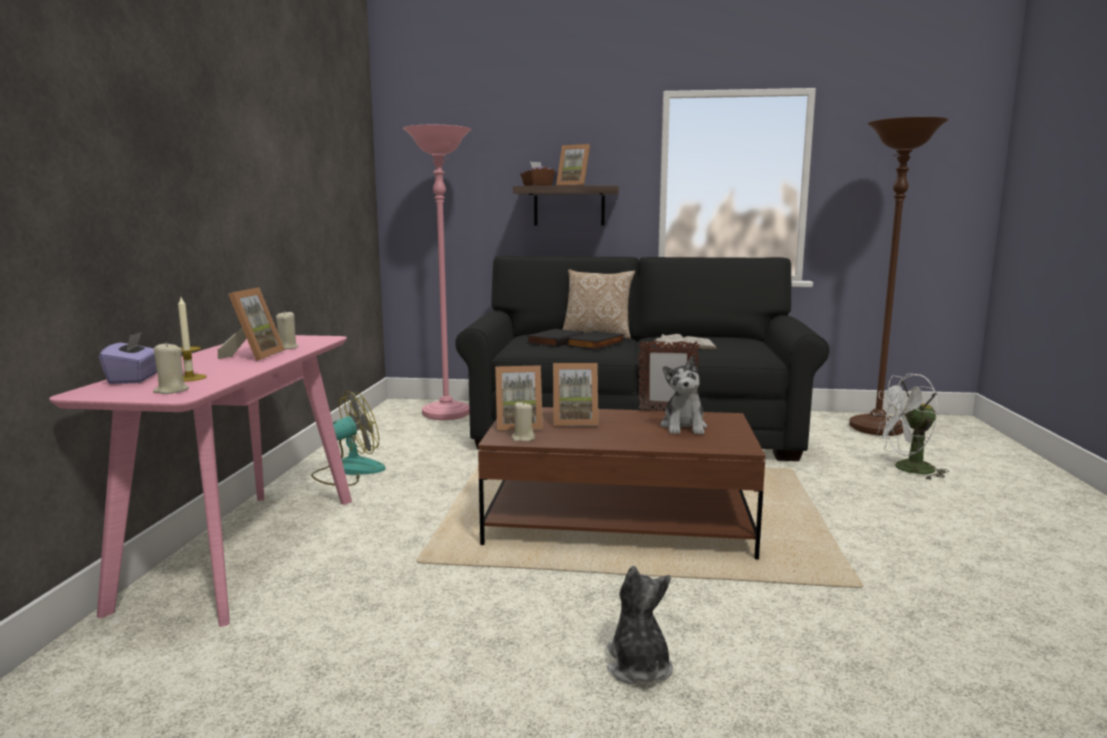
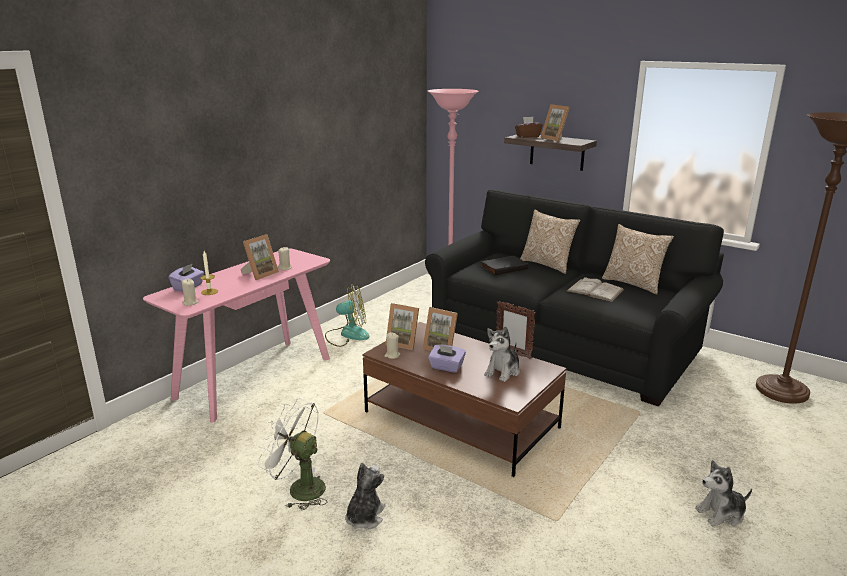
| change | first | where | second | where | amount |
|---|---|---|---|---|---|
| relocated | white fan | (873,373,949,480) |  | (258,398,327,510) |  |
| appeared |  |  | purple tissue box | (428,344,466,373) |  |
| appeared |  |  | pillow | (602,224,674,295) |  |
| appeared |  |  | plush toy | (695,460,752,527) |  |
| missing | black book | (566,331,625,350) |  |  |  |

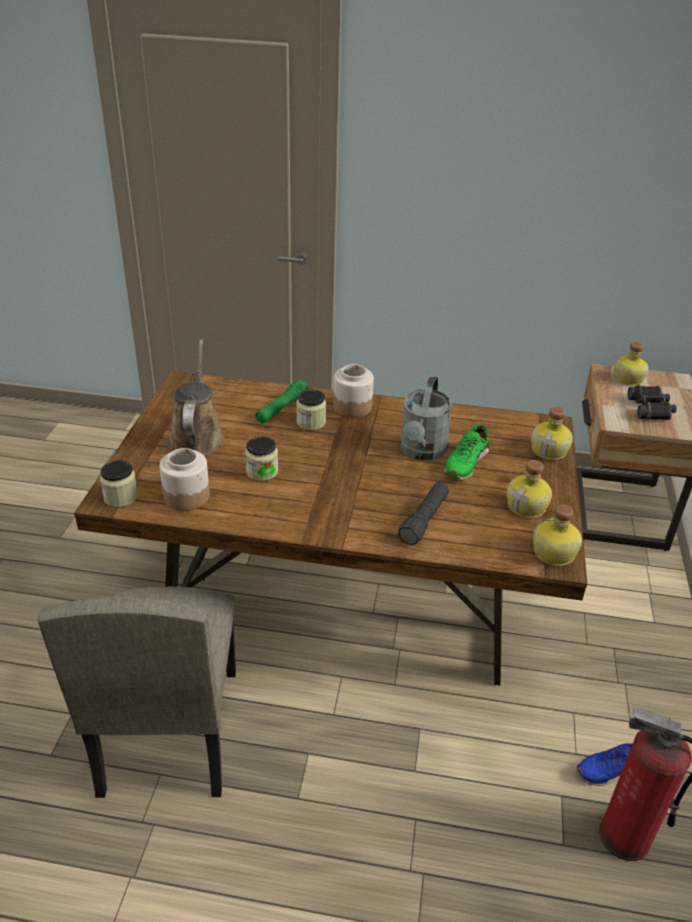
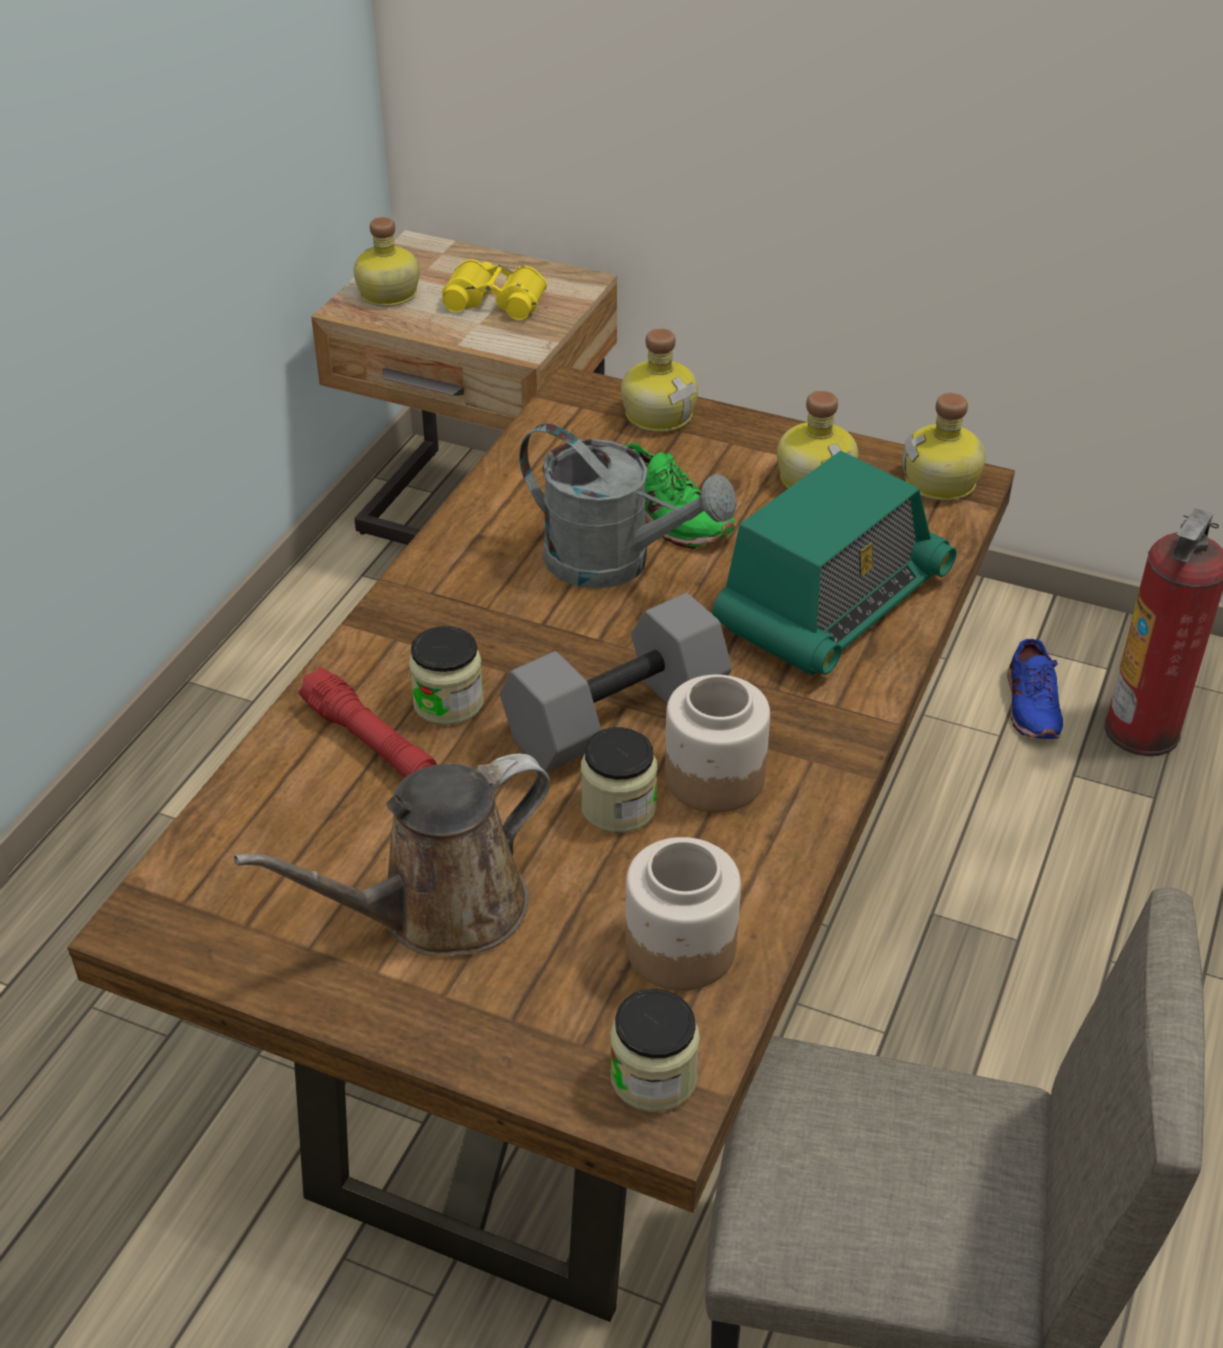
| change | first | where | second | where | amount |
|---|---|---|---|---|---|
| spun | brown watering can | (168,339,225,456) |  | (234,754,550,956) | 45 degrees counterclockwise |
| colour | green flashlight | (255,380,309,424) | red flashlight | (298,667,437,778) |  |
| colour | black binoculars | (627,385,677,420) | yellow binoculars | (442,259,547,320) |  |
| appeared |  |  | grey dumbbell | (500,593,732,773) |  |
| relocated | jar | (333,364,374,418) |  | (665,675,770,813) |  |
| exchanged | black flashlight | (398,482,449,545) | radio | (712,451,956,675) |  |

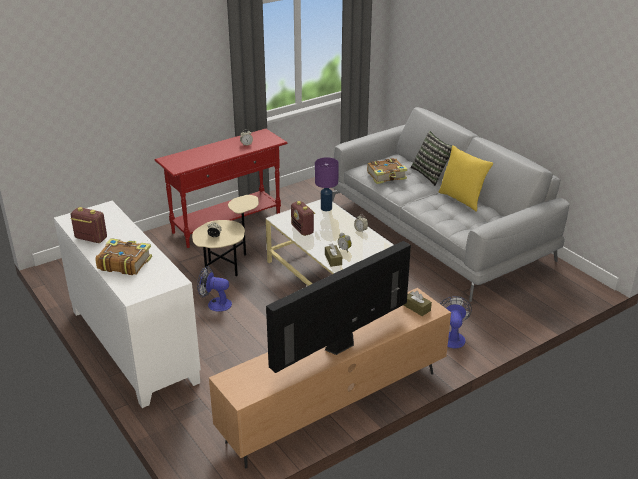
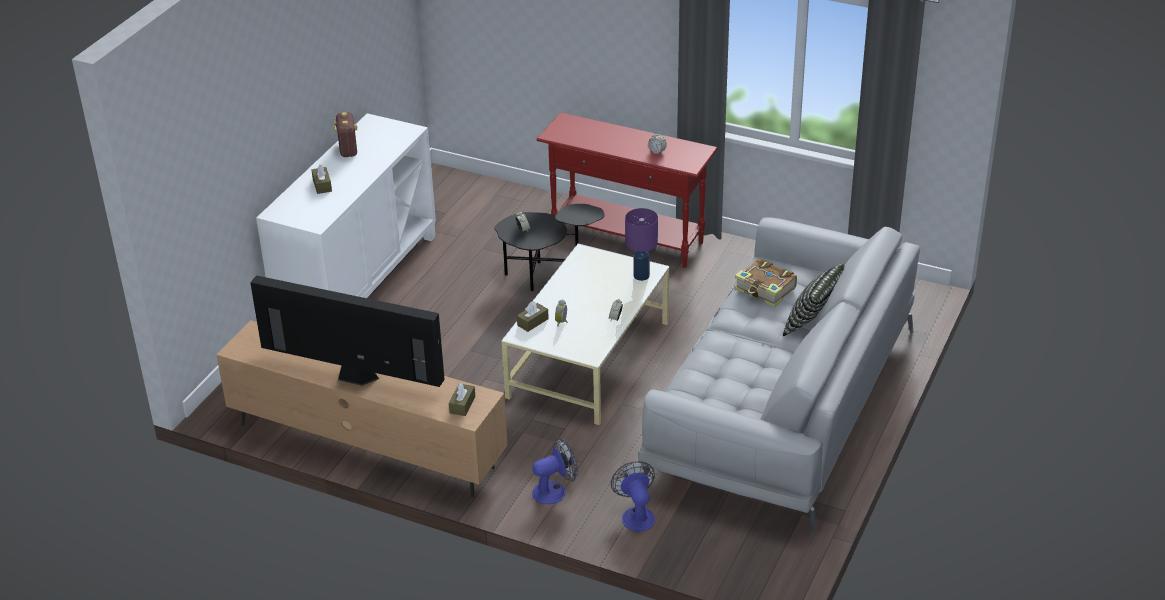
| change | first | where | second | where | amount |
|---|---|---|---|---|---|
| exchanged | book | (95,238,152,275) | brown tissue box | (312,164,332,194) |  |
| colour | beige side table | (192,195,259,276) | black side table | (494,204,605,291) |  |
| relocated | fan | (197,266,232,312) |  | (611,461,655,532) |  |
| missing | radio | (291,201,315,236) |  |  |  |
| missing | yellow pillow | (438,145,493,212) |  |  |  |

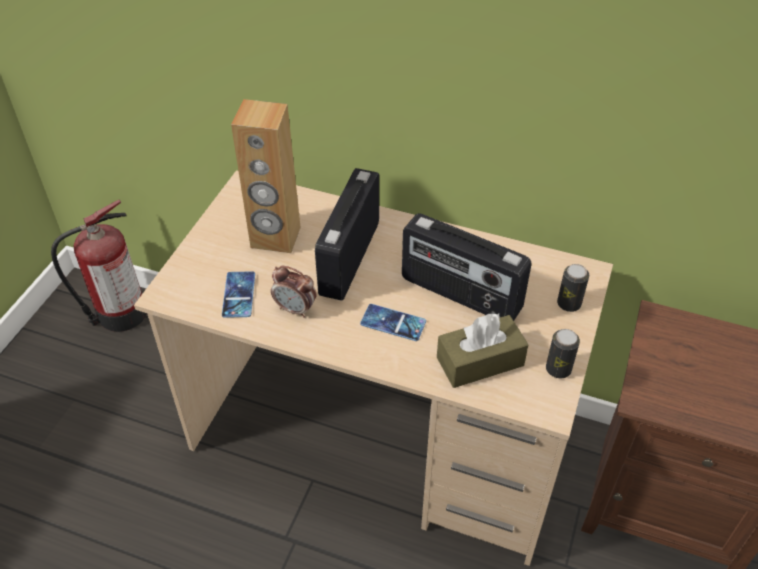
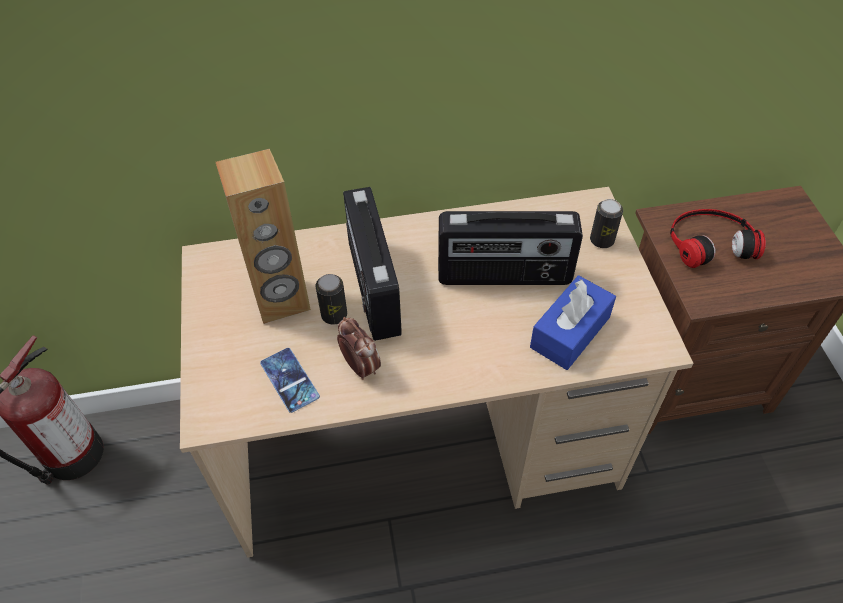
| change | first | where | second | where | amount |
|---|---|---|---|---|---|
| relocated | can | (546,329,580,378) |  | (316,274,347,325) |  |
| spun | alarm clock | (271,266,316,318) |  | (337,317,381,380) | 120 degrees counterclockwise |
| colour | brown tissue box | (437,313,529,388) | blue tissue box | (530,275,616,370) |  |
| appeared |  |  | headphones | (670,209,766,268) |  |
| missing | phone | (360,304,426,341) |  |  |  |

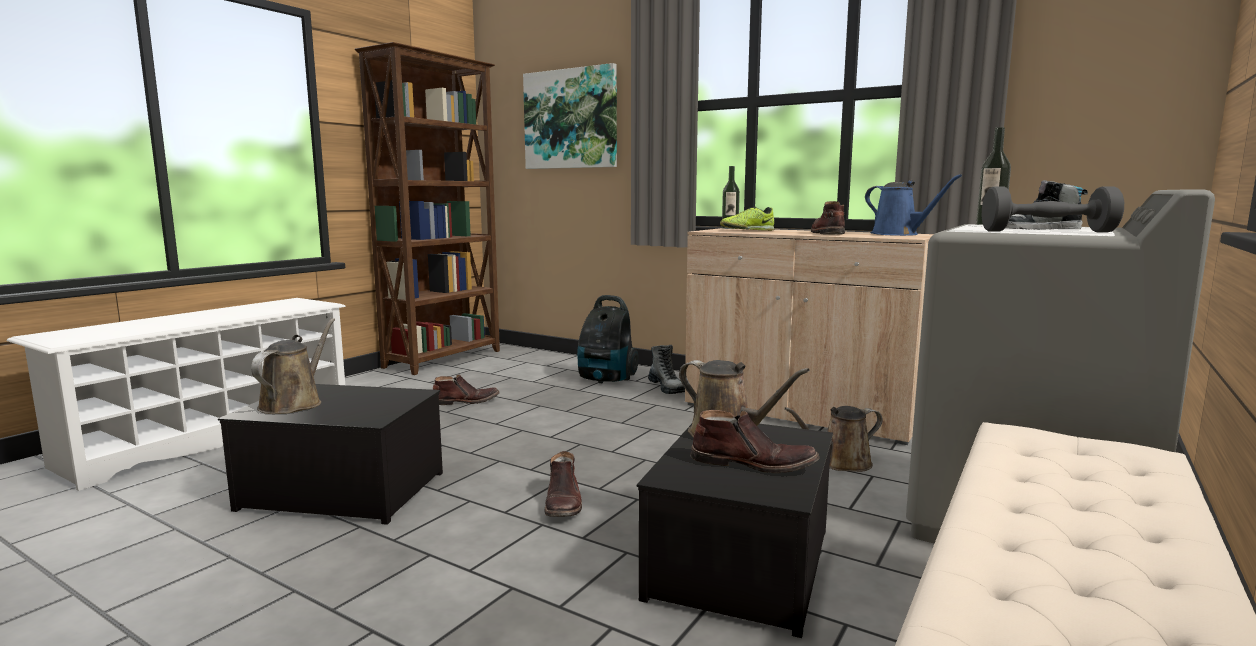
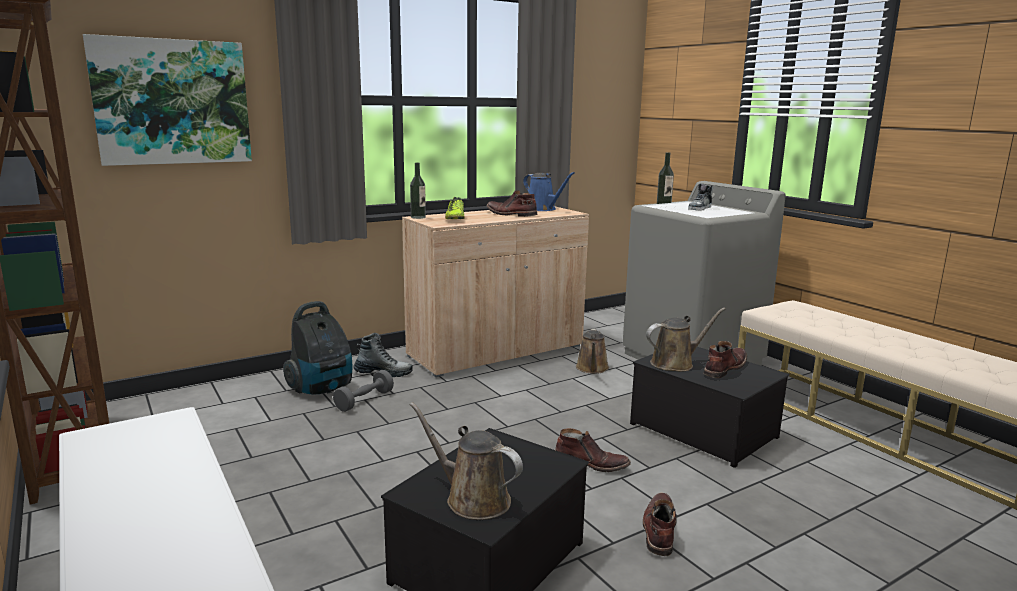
| change | first | where | second | where | amount |
|---|---|---|---|---|---|
| relocated | grey dumbbell | (982,186,1124,232) |  | (333,370,394,412) |  |
| spun | blue watering can | (865,174,962,236) |  | (523,172,575,211) | 60 degrees clockwise |
| relocated | brown boot | (433,374,500,405) |  | (643,493,677,556) |  |

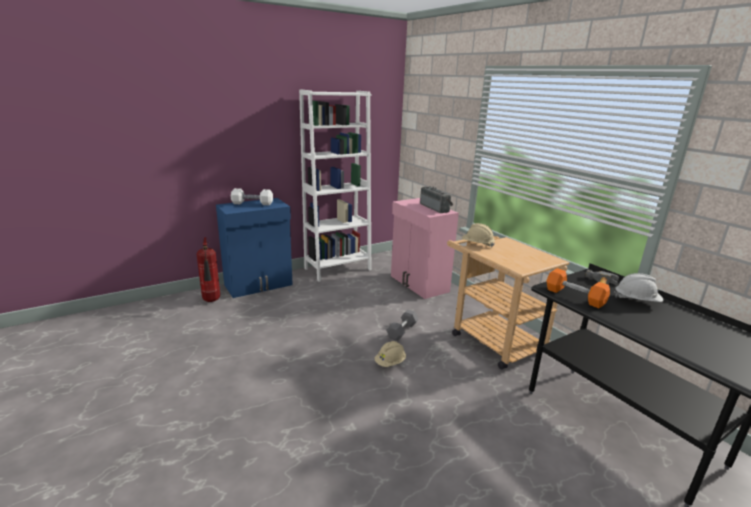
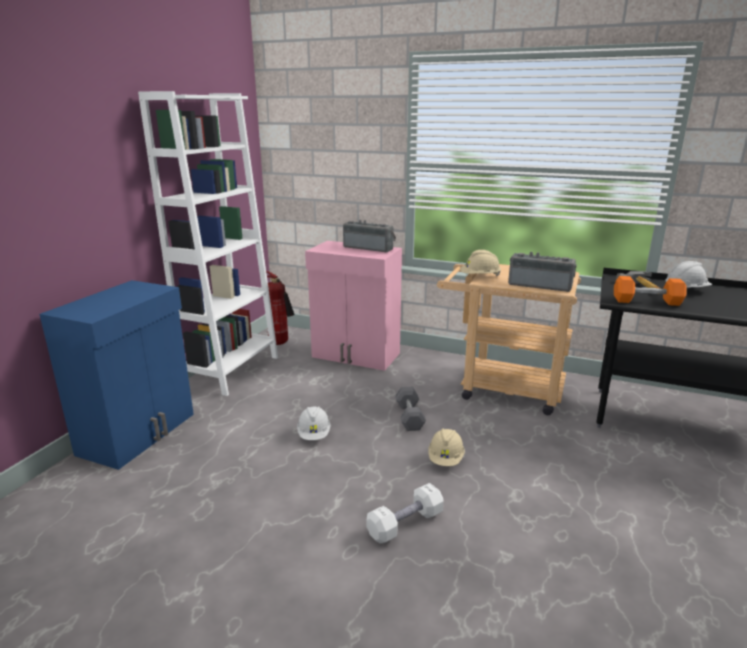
| change | first | where | second | where | amount |
|---|---|---|---|---|---|
| relocated | fire extinguisher | (197,237,220,302) |  | (266,271,295,345) |  |
| appeared |  |  | white hard hat | (297,406,331,440) |  |
| relocated | white dumbbell | (231,188,273,205) |  | (367,483,443,544) |  |
| appeared |  |  | radio | (508,252,577,292) |  |

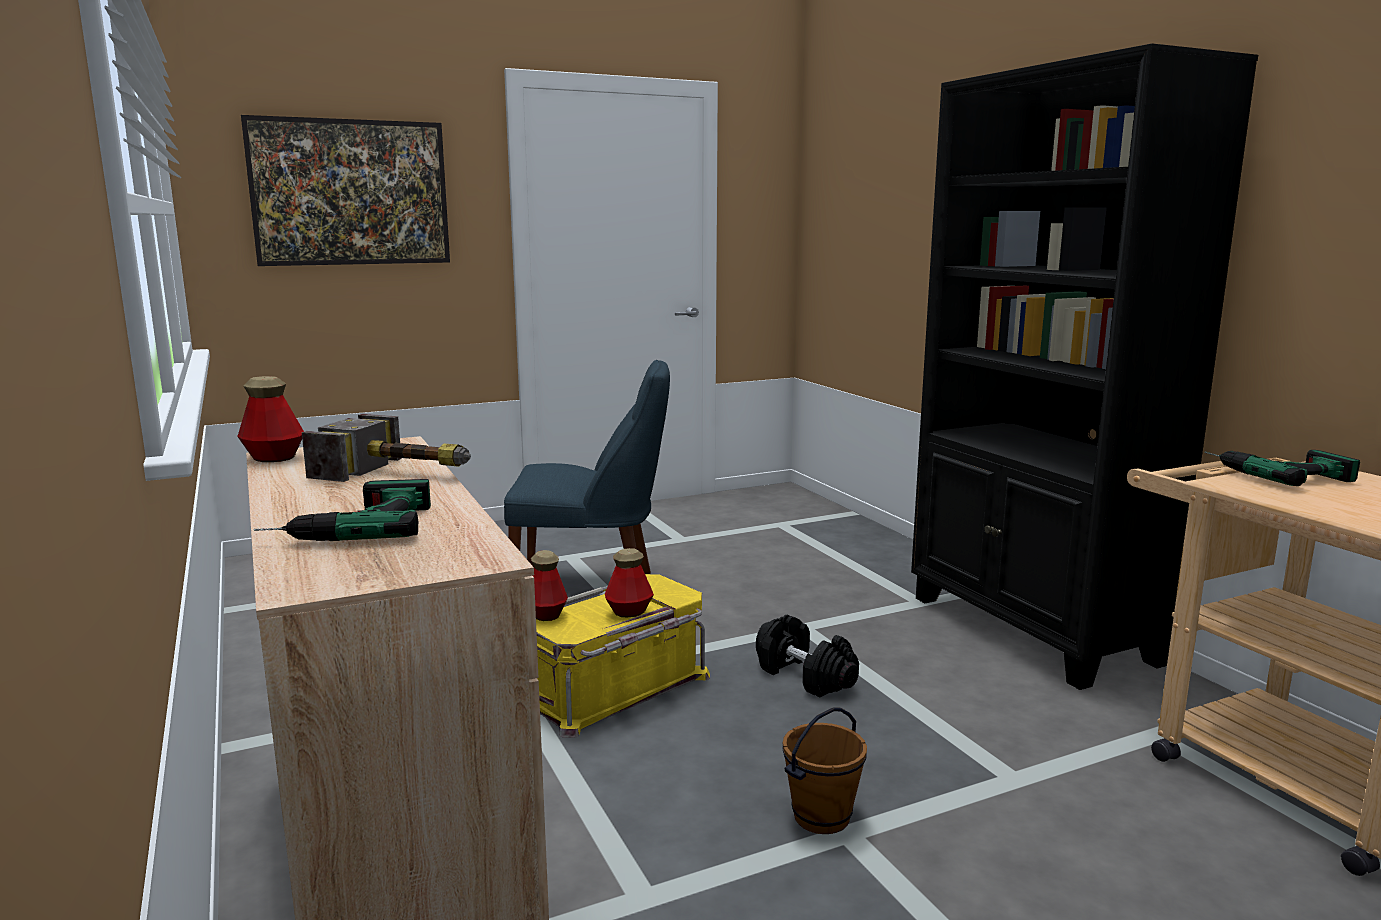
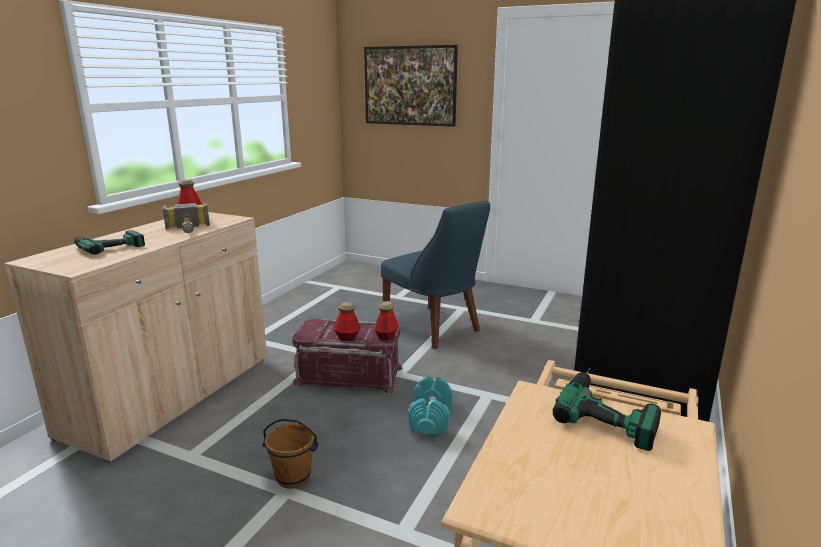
| change | first | where | second | where | amount |
|---|---|---|---|---|---|
| colour | yellow storage box | (536,574,710,738) | red storage box | (292,319,403,394) |  |
| relocated | bottle | (531,550,568,621) |  | (374,301,399,340) |  |
| colour | black dumbbell | (756,614,859,697) | turquoise dumbbell | (408,376,453,434) |  |

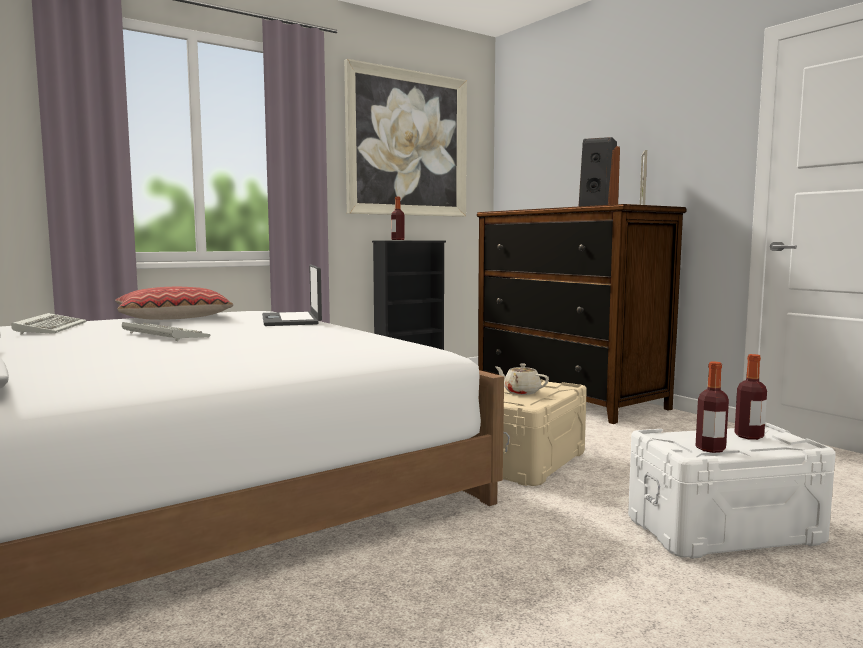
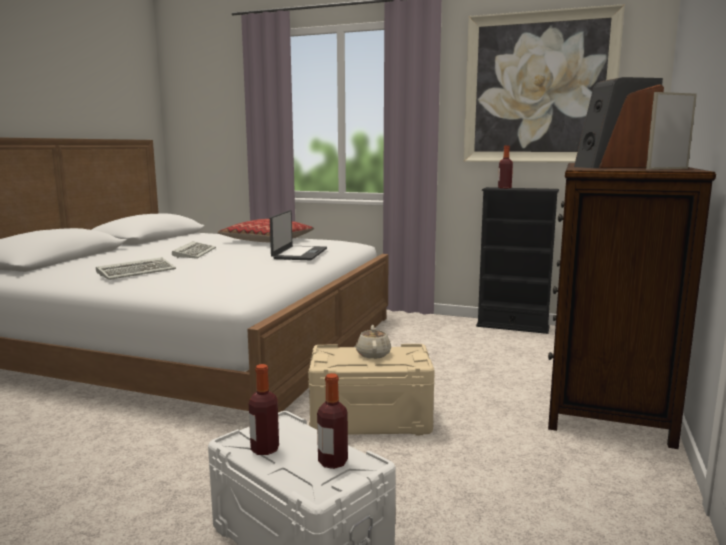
| change | first | where | second | where | amount |
|---|---|---|---|---|---|
| relocated | keyboard | (11,313,86,334) |  | (96,257,176,280) |  |
| spun | laptop | (262,264,322,326) |  | (270,210,327,260) | 150 degrees clockwise |

